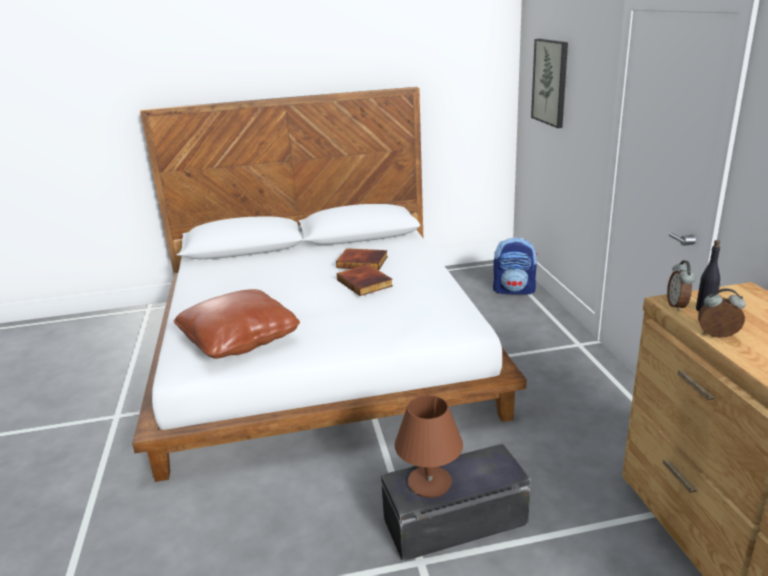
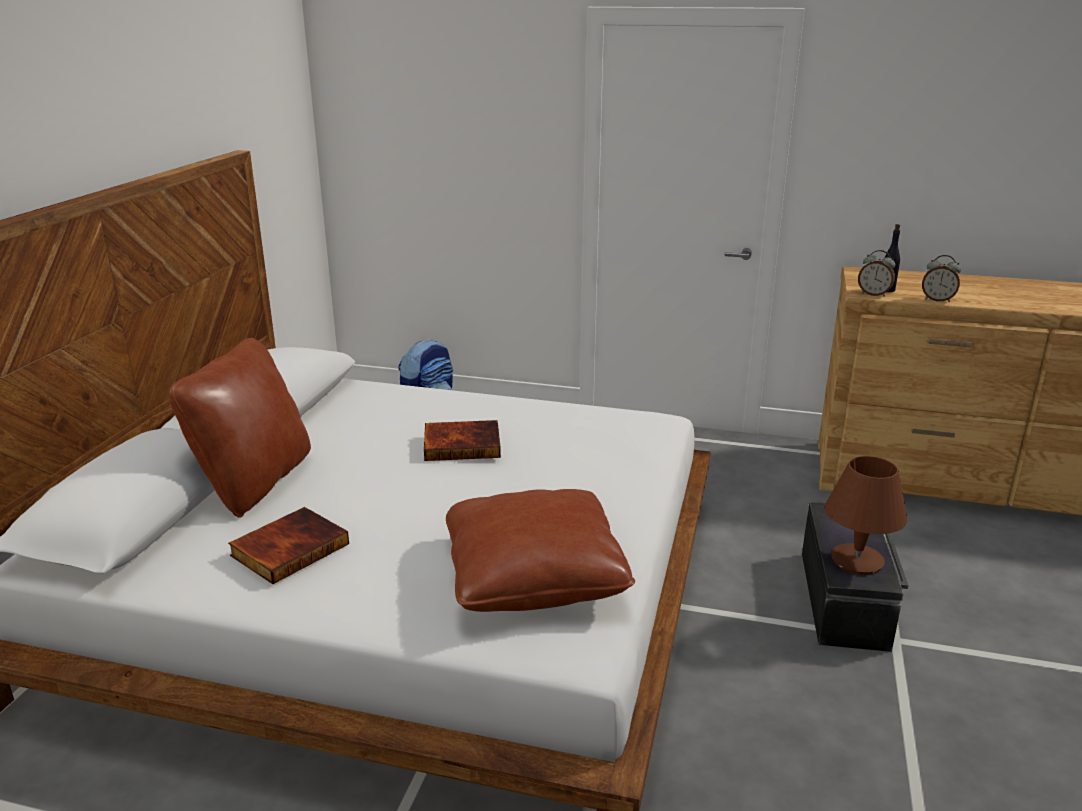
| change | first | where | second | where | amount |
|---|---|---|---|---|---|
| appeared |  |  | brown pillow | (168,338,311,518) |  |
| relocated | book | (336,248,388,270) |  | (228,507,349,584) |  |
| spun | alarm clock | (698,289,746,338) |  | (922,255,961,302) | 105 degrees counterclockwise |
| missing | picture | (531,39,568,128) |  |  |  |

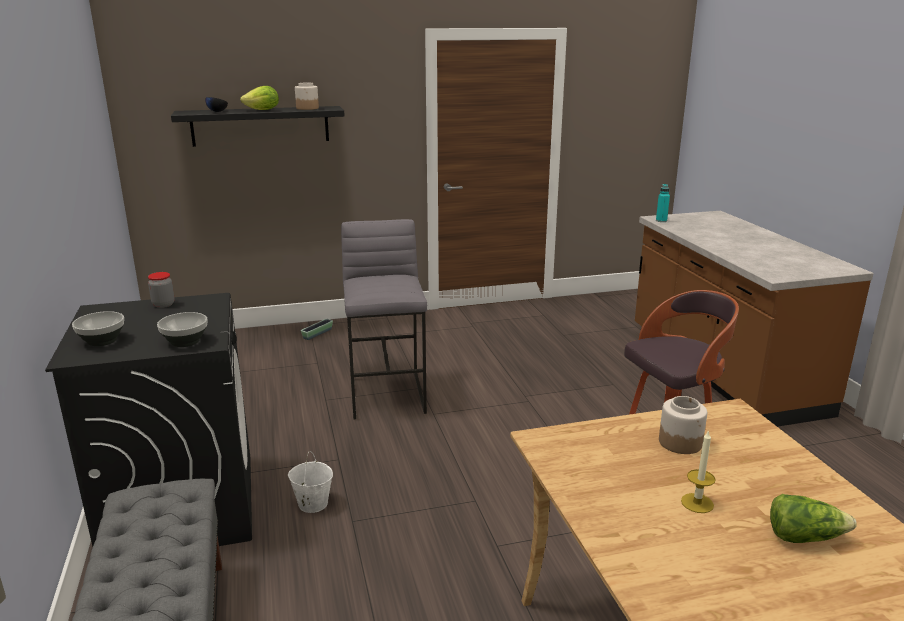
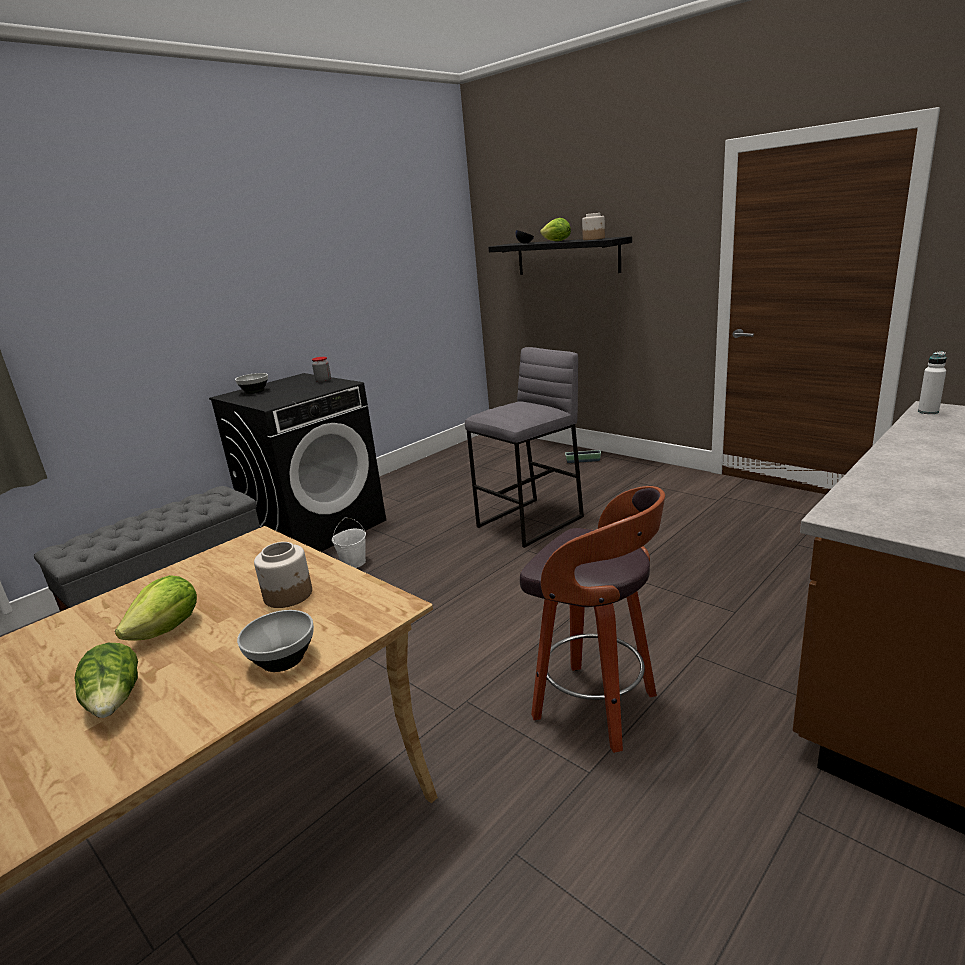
| change | first | where | second | where | amount |
|---|---|---|---|---|---|
| exchanged | candle | (681,430,716,513) | lettuce | (115,575,197,641) |  |
| relocated | bowl | (157,312,208,347) |  | (237,610,314,672) |  |
| colour | turquoise bottle | (656,184,670,222) | white bottle | (918,351,946,414) |  |

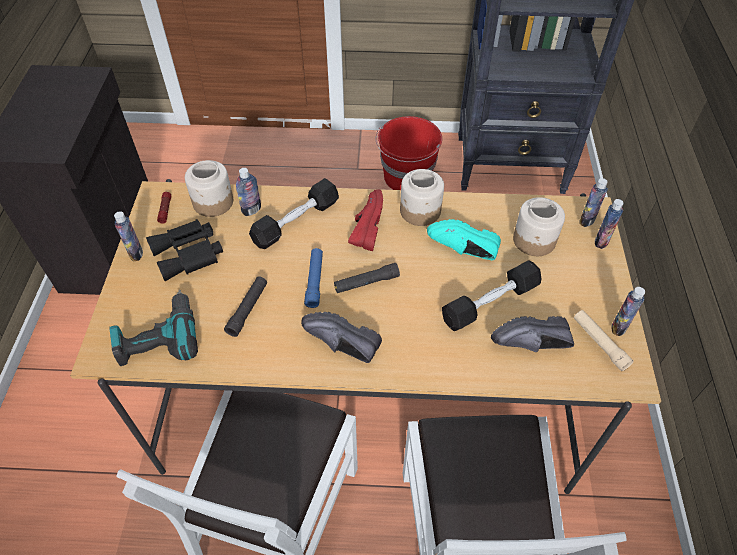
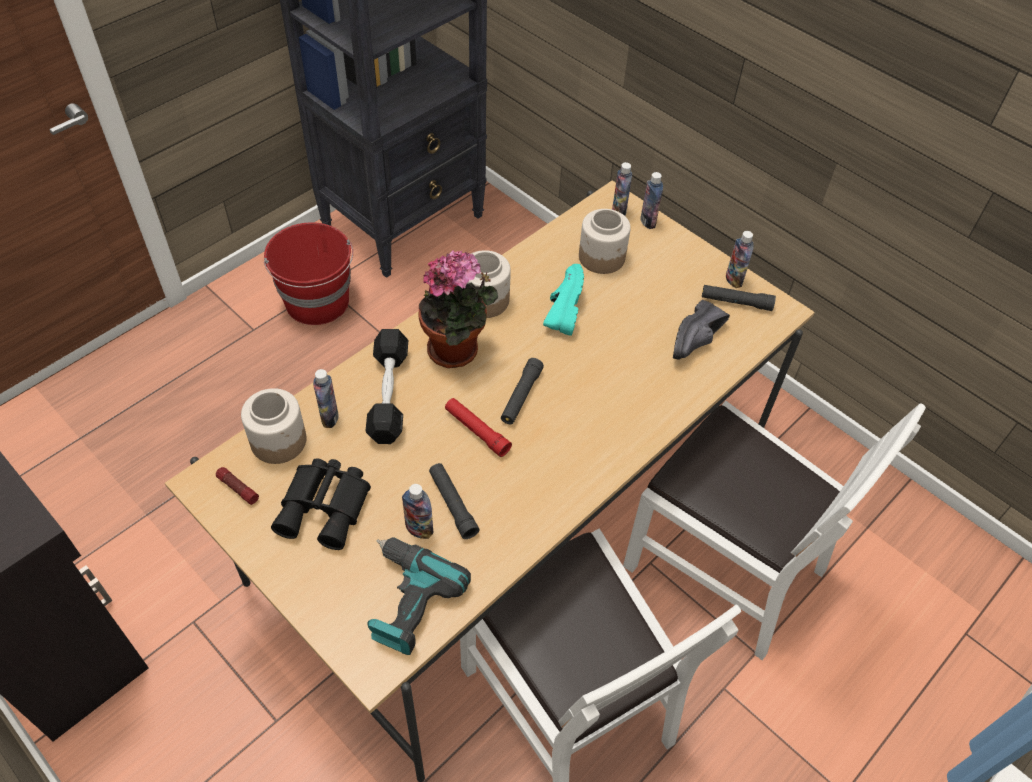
| change | first | where | second | where | amount |
|---|---|---|---|---|---|
| relocated | bottle | (114,211,143,261) |  | (402,484,434,539) |  |
| exchanged | red shoe | (348,189,383,251) | potted plant | (418,251,498,368) |  |
| colour | blue flashlight | (304,248,323,308) | red flashlight | (445,398,512,457) |  |
| spun | turquoise shoe | (427,219,501,260) |  | (543,264,584,336) | 135 degrees clockwise |
| colour | beige flashlight | (574,310,634,371) | black flashlight | (702,285,776,311) |  |
| missing | black shoe | (301,312,382,363) |  |  |  |
| missing | black dumbbell | (442,261,542,331) |  |  |  |

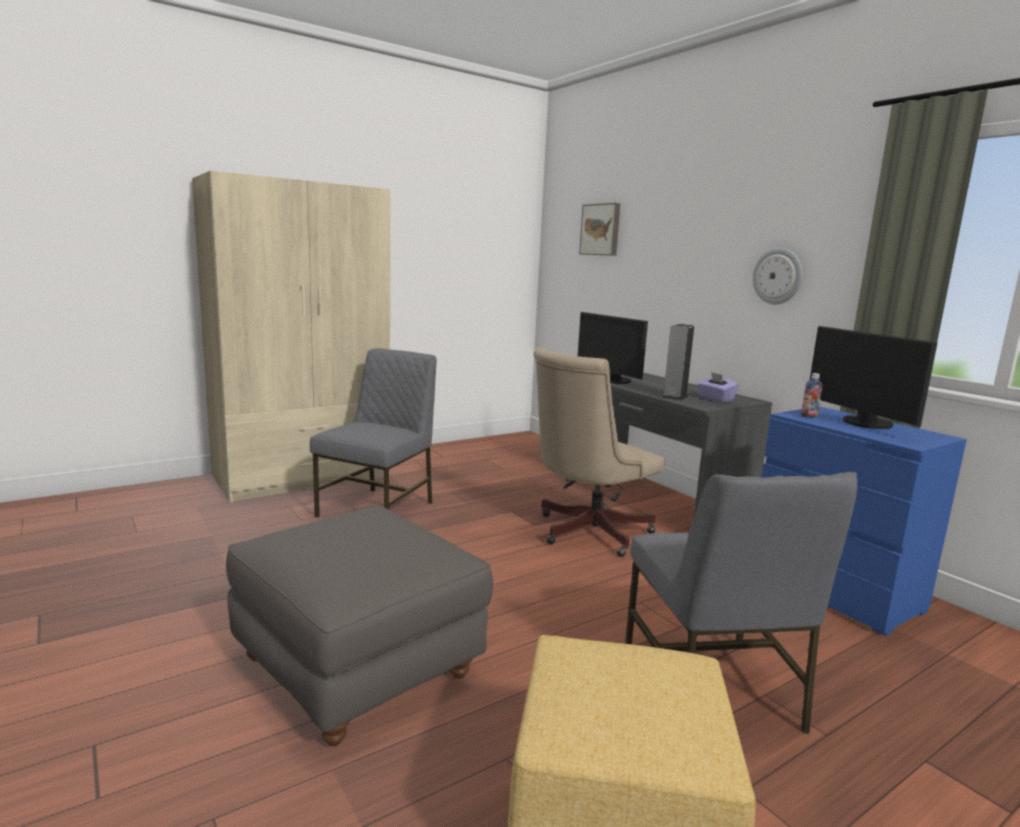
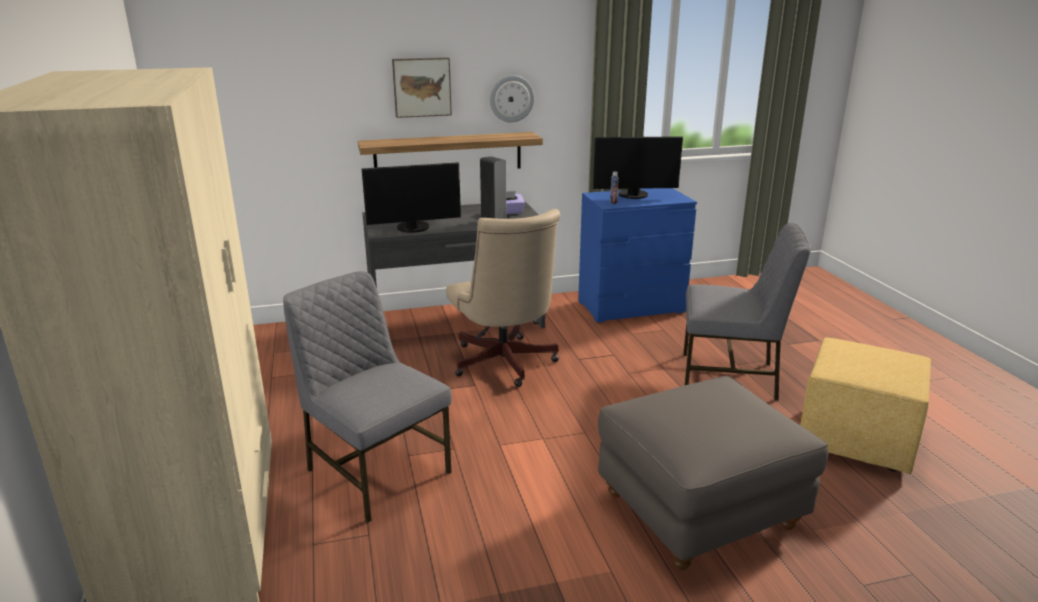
| change | first | where | second | where | amount |
|---|---|---|---|---|---|
| appeared |  |  | shelf | (358,132,543,169) |  |
| relocated | picture | (579,203,621,256) |  | (392,57,452,118) |  |

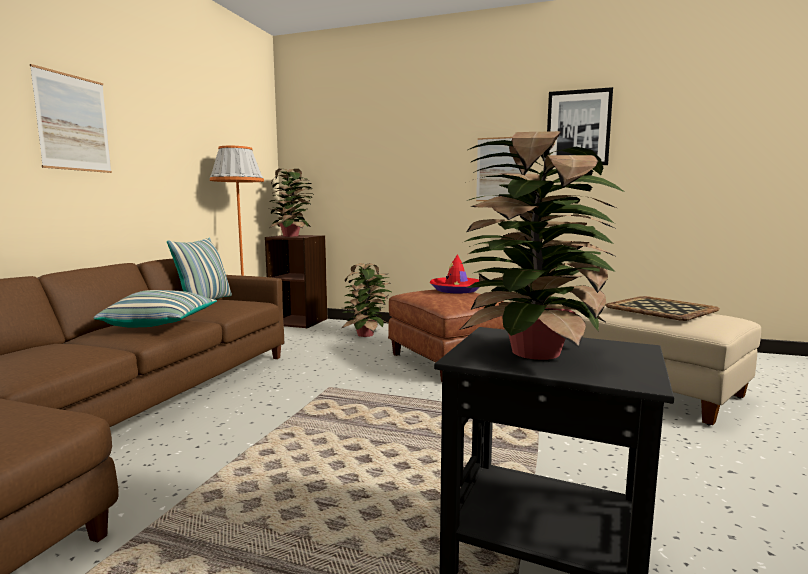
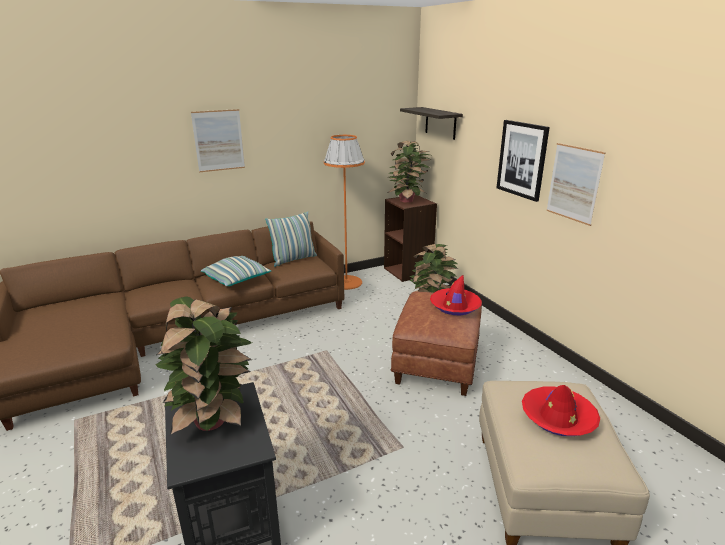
| change | first | where | second | where | amount |
|---|---|---|---|---|---|
| appeared |  |  | shelf | (400,107,463,140) |  |
| relocated | picture | (547,87,613,165) |  | (497,120,550,202) |  |
| exchanged | tray | (606,296,720,321) | red hat | (522,385,600,436) |  |

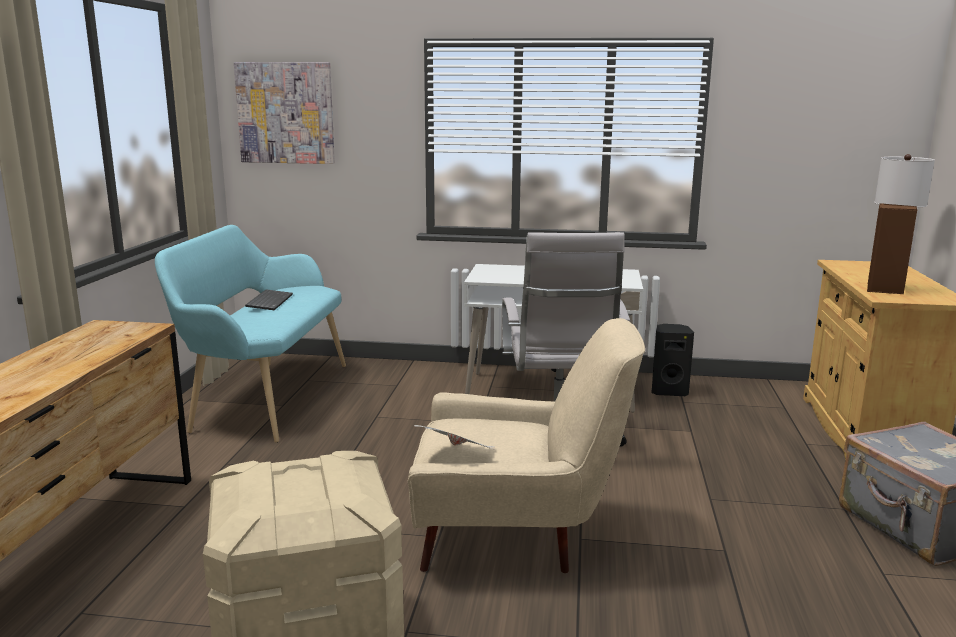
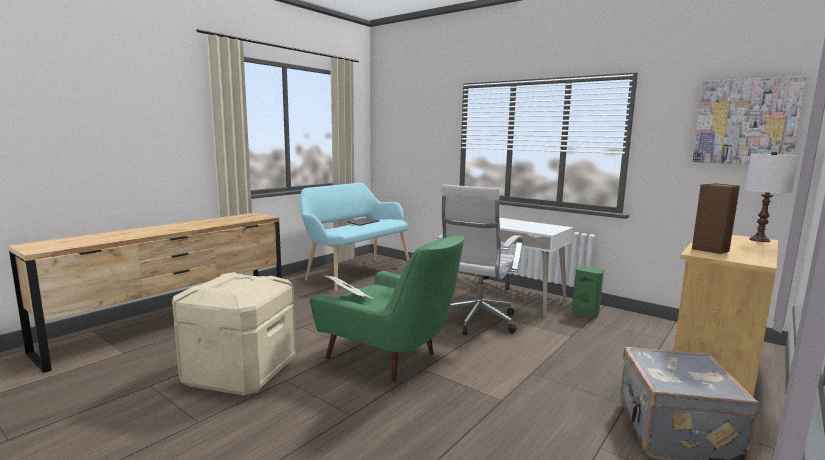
| change | first | where | second | where | amount |
|---|---|---|---|---|---|
| colour | beige armchair | (408,318,645,573) | green armchair | (309,236,465,382) |  |
| colour | black speaker | (652,324,694,396) | green speaker | (572,266,604,318) |  |
| relocated | picture | (234,62,335,164) |  | (693,76,807,164) |  |

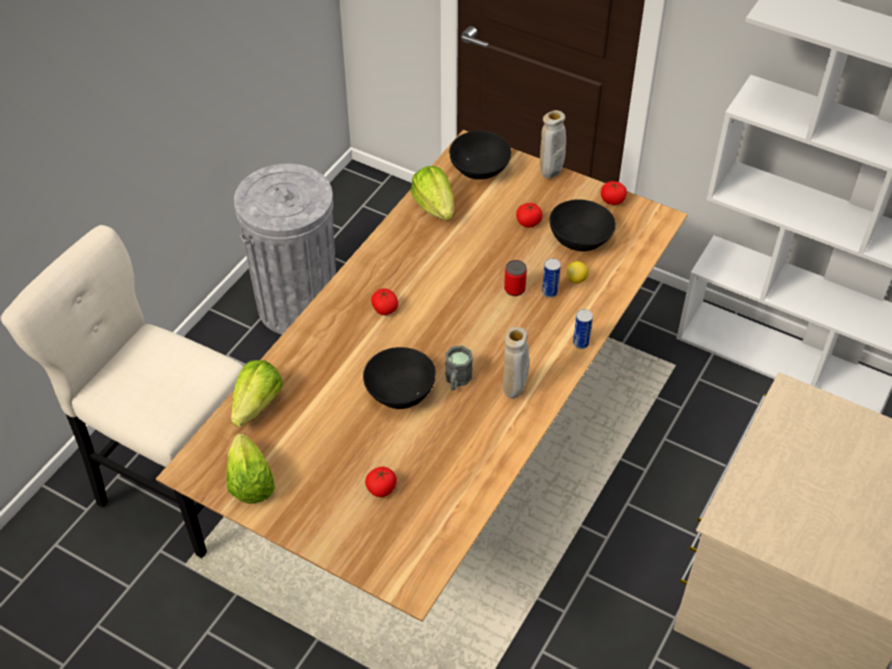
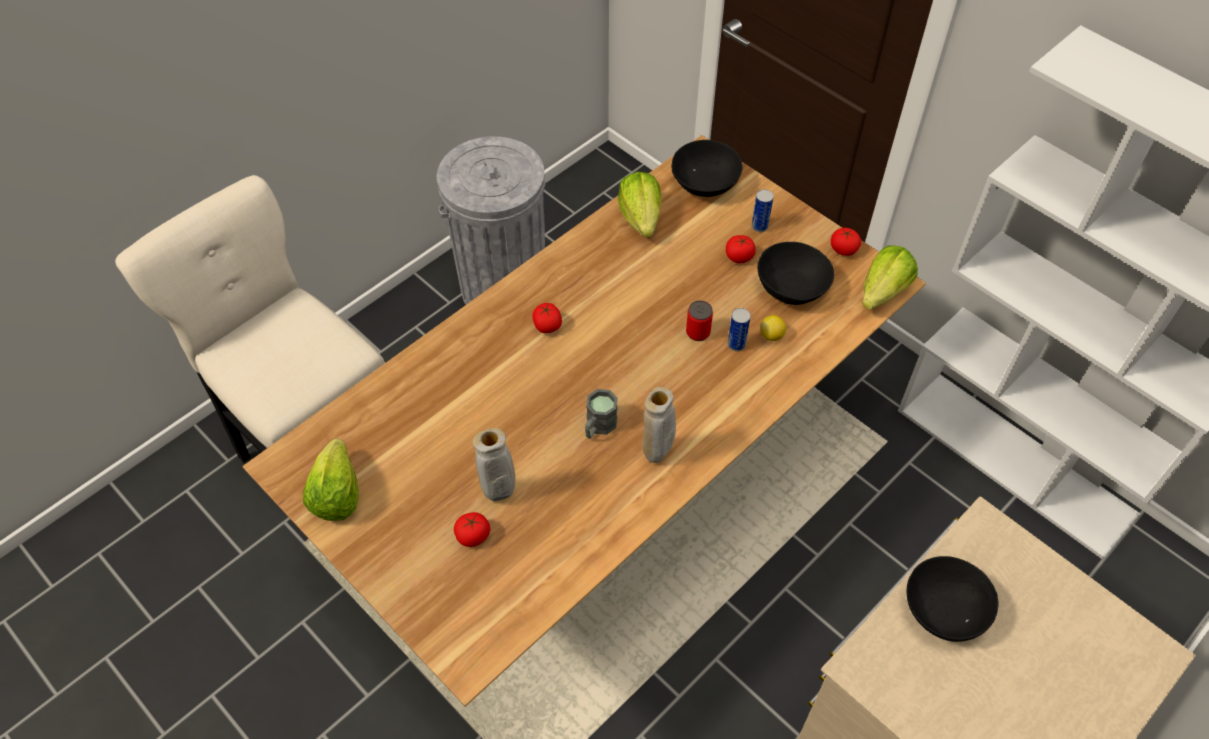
| change | first | where | second | where | amount |
|---|---|---|---|---|---|
| relocated | beige vase | (540,110,566,179) |  | (473,428,515,502) |  |
| relocated | can | (573,309,593,349) |  | (752,189,774,232) |  |
| relocated | lettuce | (231,360,283,427) |  | (862,245,918,310) |  |
| relocated | black bowl | (363,347,436,409) |  | (907,556,998,642) |  |

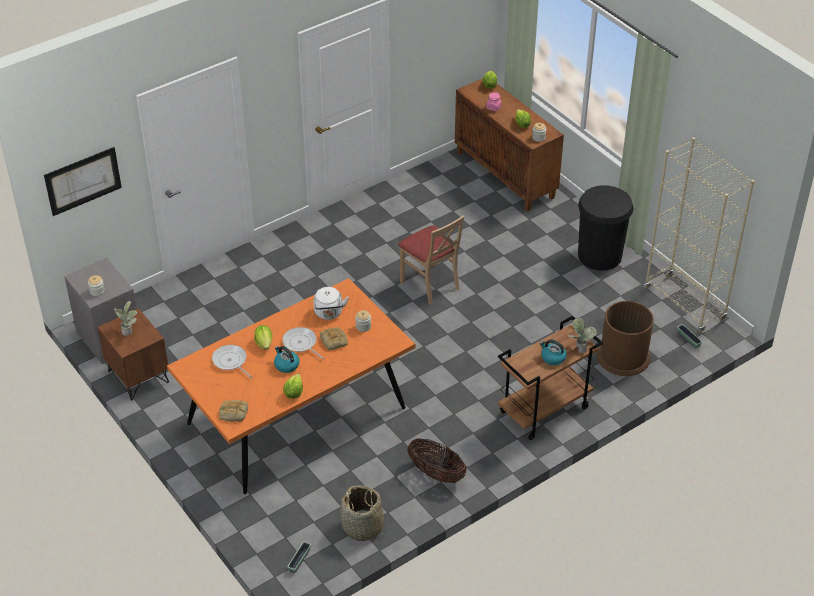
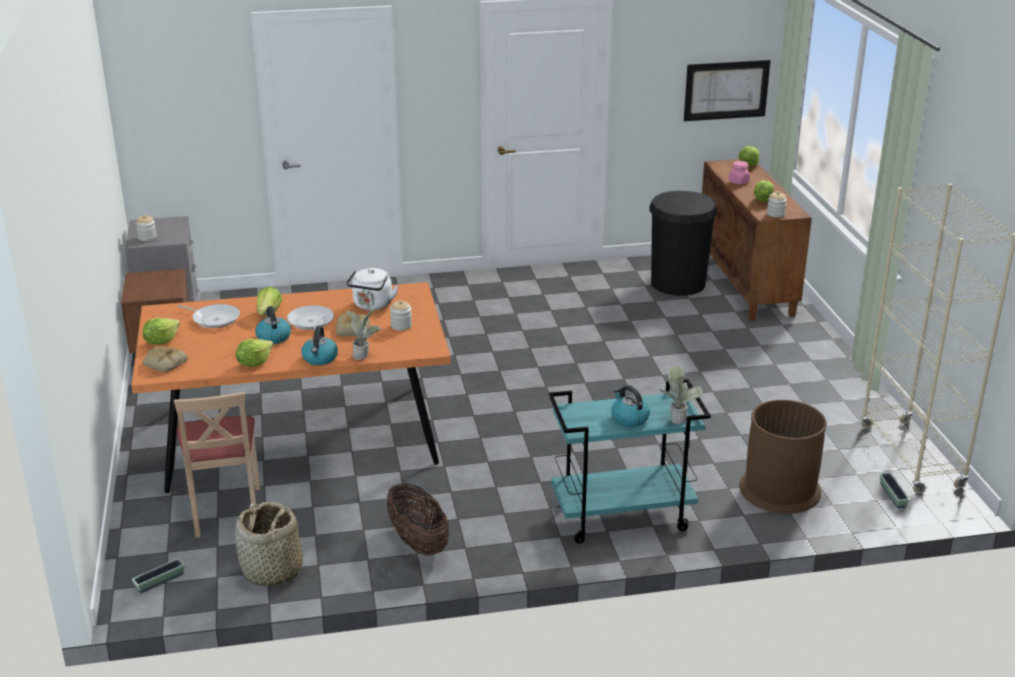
| change | first | where | second | where | amount |
|---|---|---|---|---|---|
| appeared |  |  | lettuce | (143,318,180,345) |  |
| relocated | beige chair | (398,216,464,305) |  | (174,392,260,538) |  |
| spun | frying pan | (212,345,252,378) |  | (177,304,240,328) | 135 degrees clockwise |
| appeared |  |  | kettle | (301,326,338,365) |  |
| relocated | potted plant | (114,301,137,336) |  | (346,309,381,360) |  |
| colour | brown cart | (498,316,603,440) | turquoise cart | (549,379,711,544) |  |
| relocated | black trash can | (578,185,634,271) |  | (649,191,718,296) |  |
| relocated | picture | (44,147,122,216) |  | (684,60,771,121) |  |

